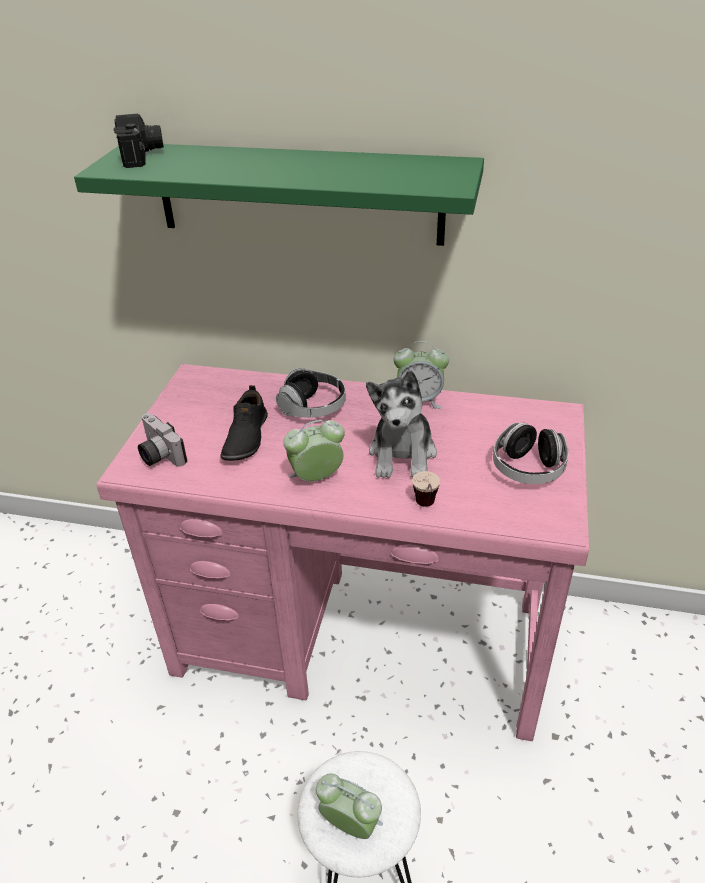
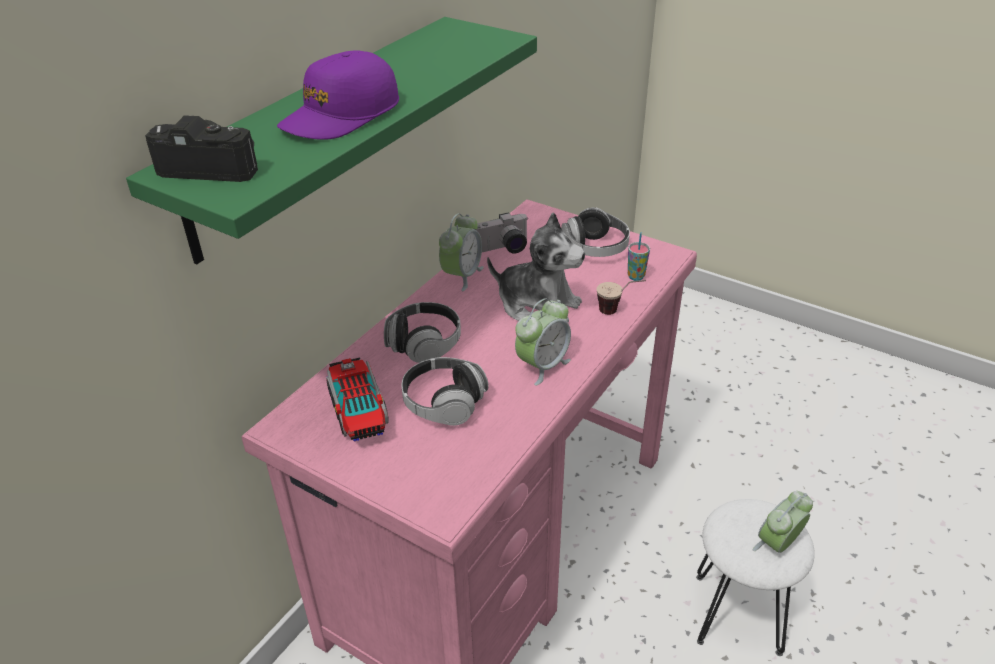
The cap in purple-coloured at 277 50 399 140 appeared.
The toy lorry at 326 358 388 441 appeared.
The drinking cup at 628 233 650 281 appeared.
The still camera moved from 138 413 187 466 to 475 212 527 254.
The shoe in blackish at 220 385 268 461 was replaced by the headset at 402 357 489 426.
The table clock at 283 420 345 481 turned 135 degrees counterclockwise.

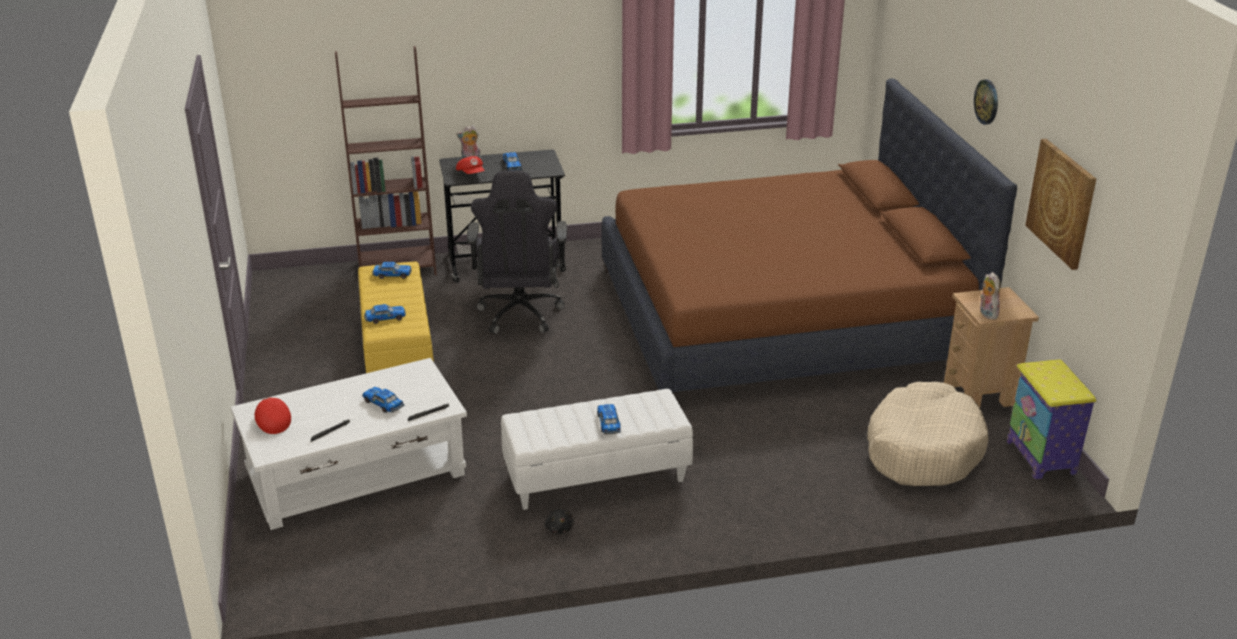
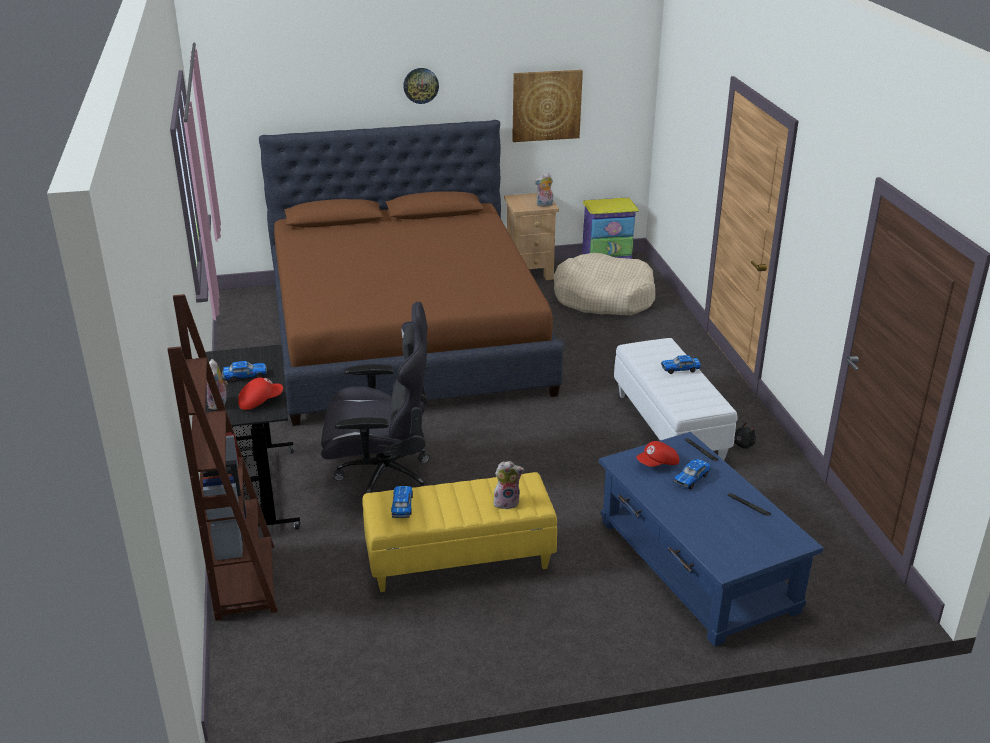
The cap in red moved from 255 397 291 434 to 636 441 679 467.
The miniature car at 364 304 406 324 was replaced by the plush toy at 494 461 524 509.
The low table in whitish at 231 358 467 530 became the low table in blue at 599 432 823 647.

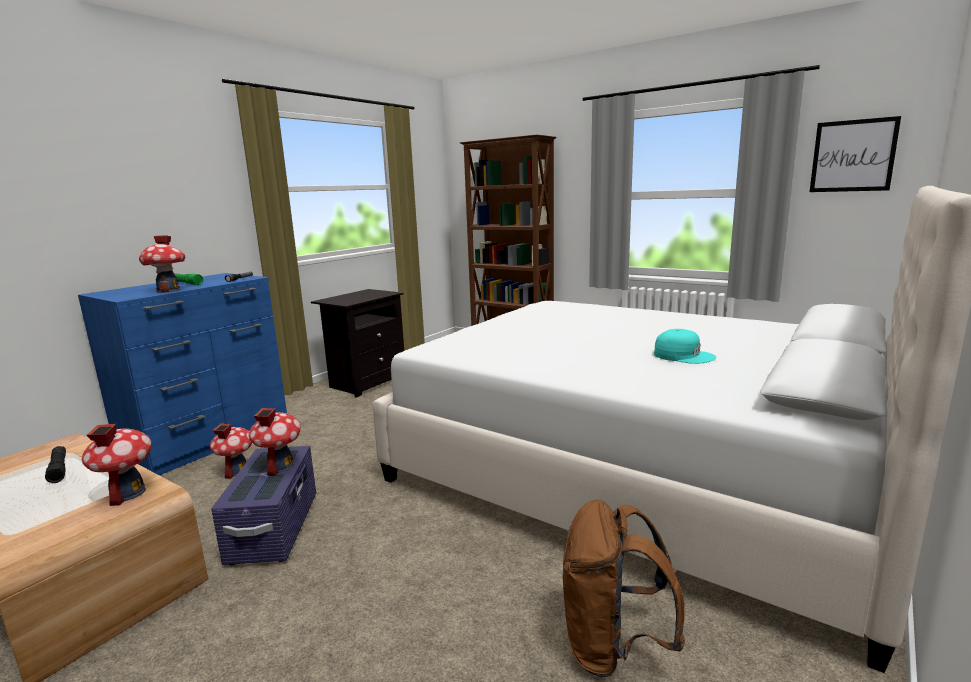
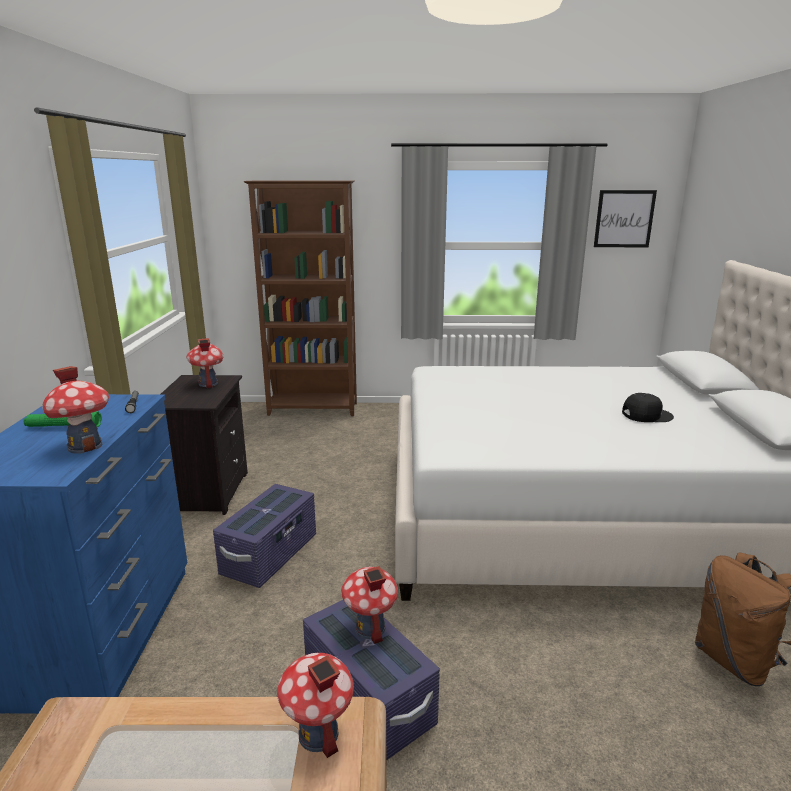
The hand torch in blackish at 45 446 66 483 disappeared.
The storage box in purple-coloured at 213 484 316 588 appeared.
The miniature house moved from 210 424 252 479 to 186 338 223 388.
The cap in turquoise-coloured at 654 329 716 364 became the cap in blackish at 622 393 674 422.

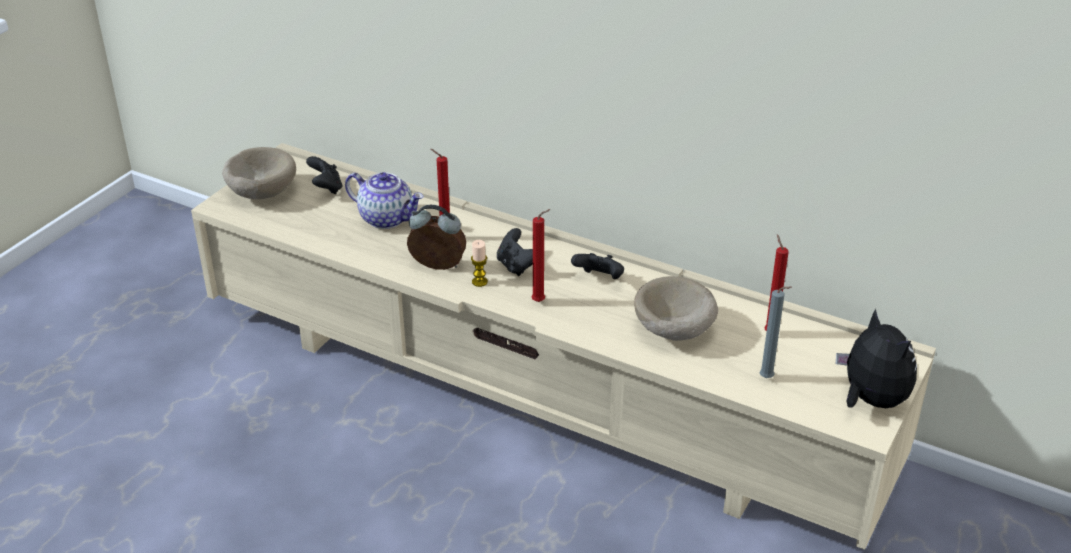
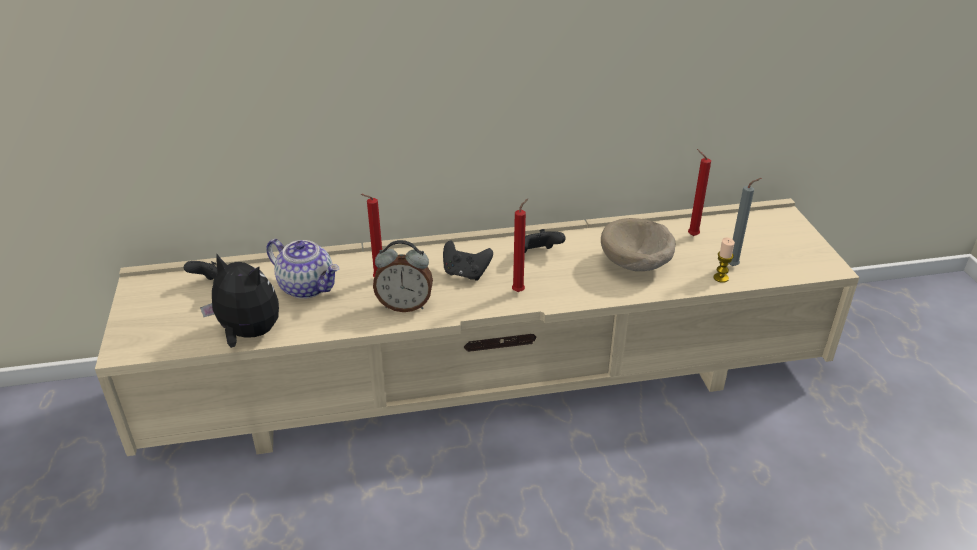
The bowl in beige-coloured at 222 147 296 199 disappeared.
The wax candle moved from 471 240 488 287 to 713 238 735 283.
The plush toy moved from 836 308 917 408 to 200 253 279 348.
The tea pot at 345 172 424 229 turned 45 degrees clockwise.
The table clock at 407 205 466 270 turned 150 degrees counterclockwise.

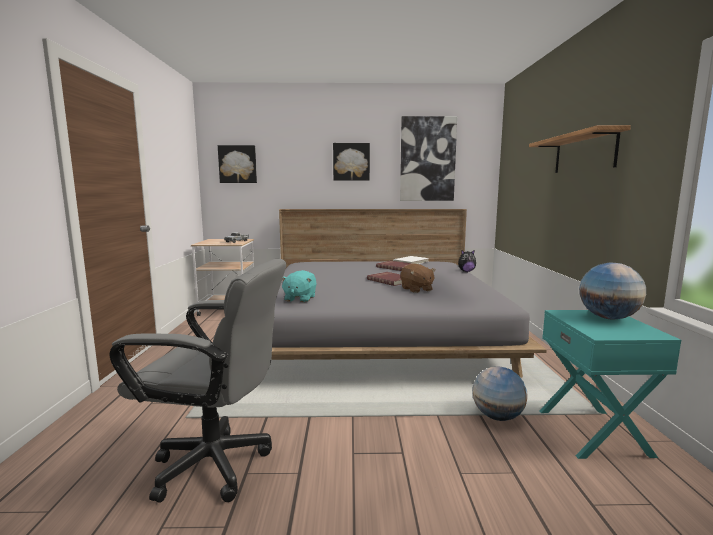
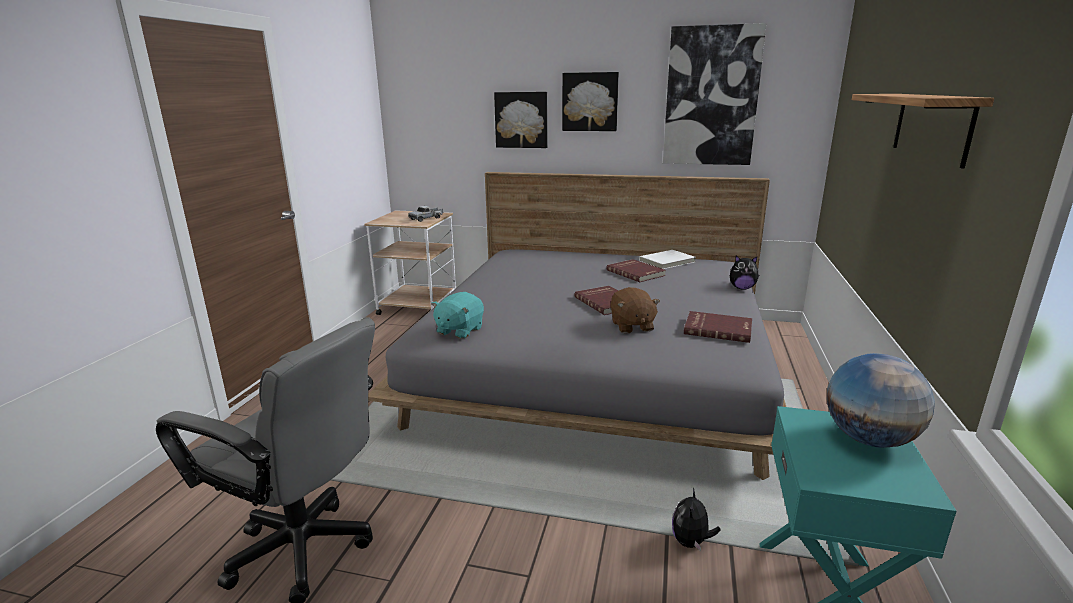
The volume in red at 684 311 752 343 appeared.
The wall art moved from 218 145 257 183 to 494 92 548 148.
The desk globe at 472 366 528 421 was replaced by the plush toy at 672 488 721 551.

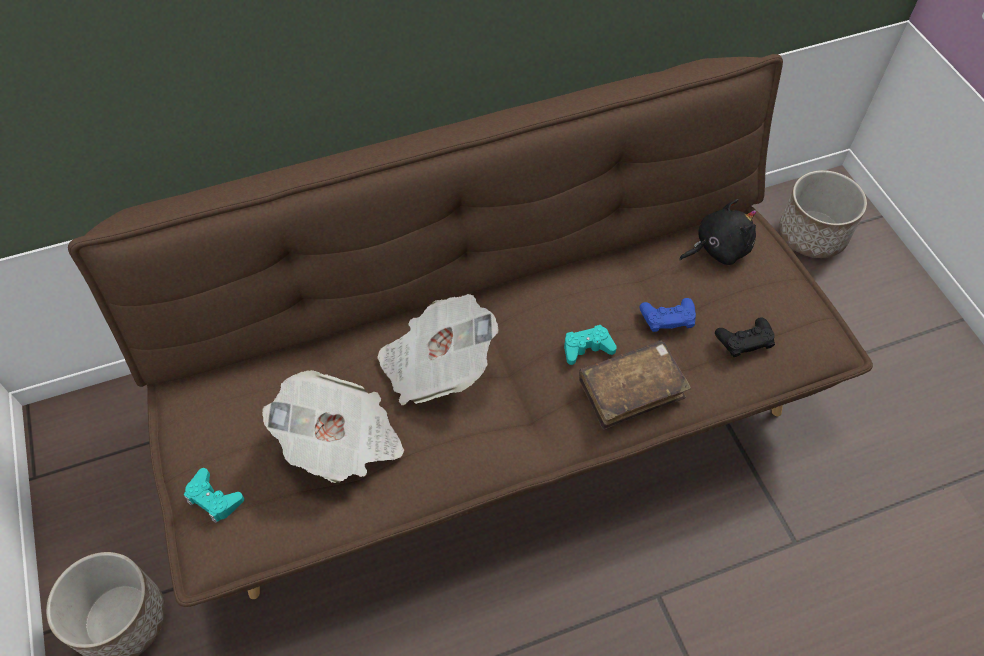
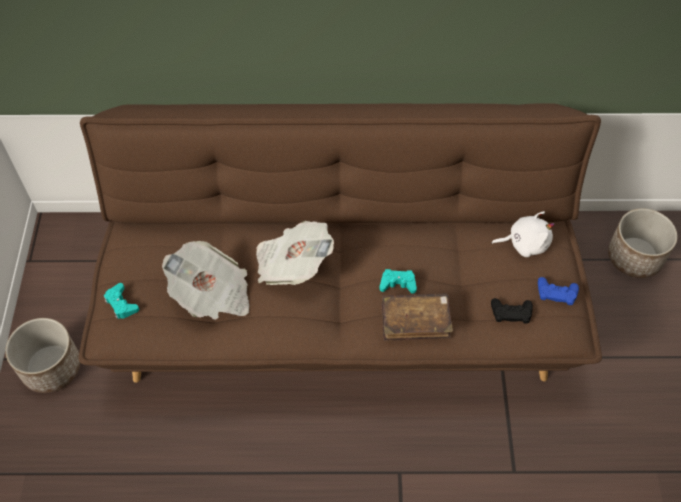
The joypad in blue moved from 639 298 696 332 to 538 277 579 305.
The plush toy in blackish at 679 199 756 265 became the plush toy in whitish at 491 211 555 257.

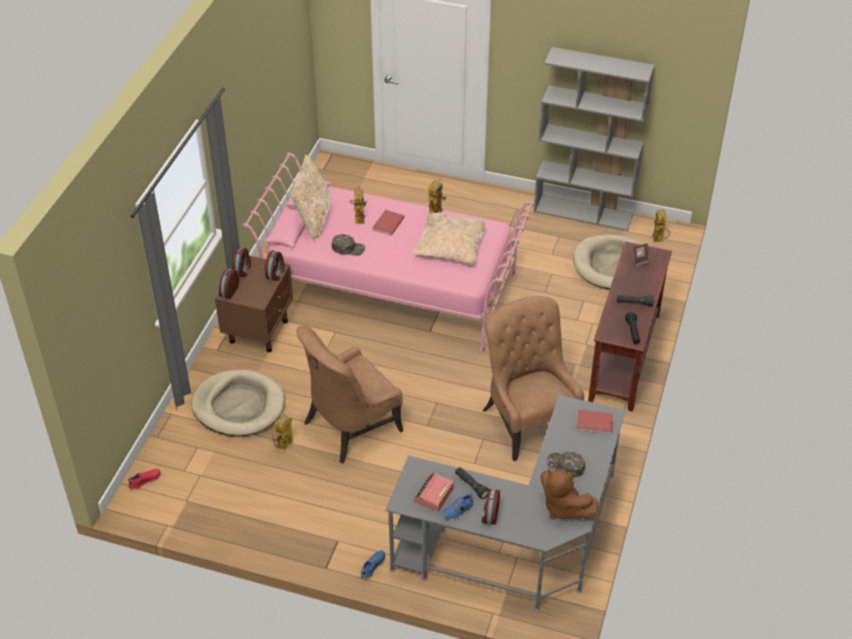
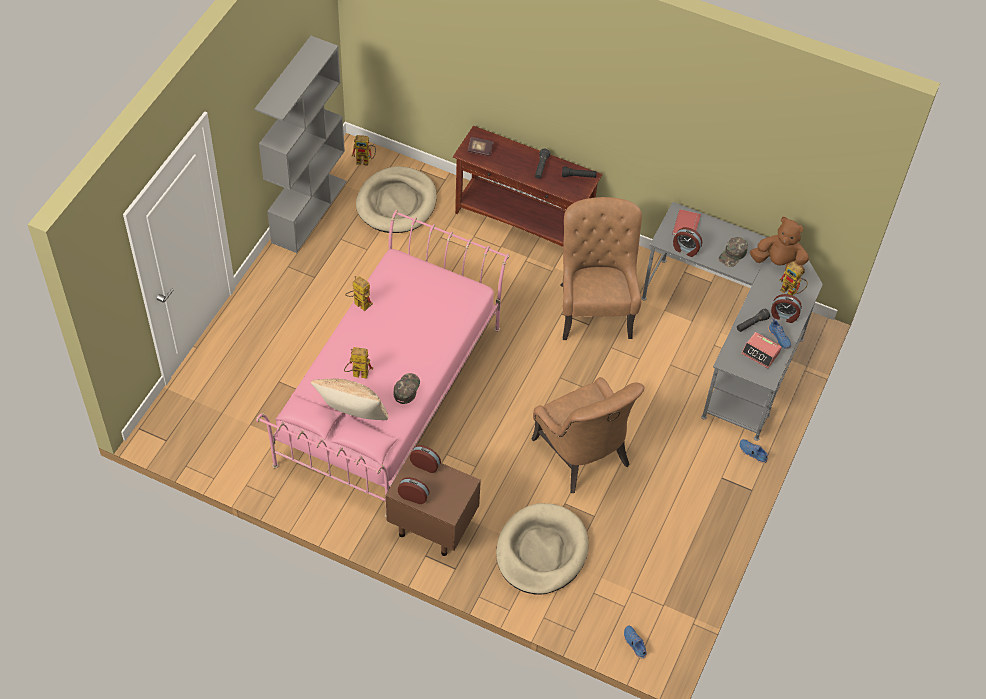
The volume in red at 372 210 405 236 disappeared.
The cushion in beige-coloured at 414 212 487 265 disappeared.
The table clock moved from 219 268 239 299 to 673 227 702 257.
The model robot moved from 272 414 293 451 to 779 262 808 296.
The shoe in red at 128 469 161 490 became the shoe in blue at 624 626 647 658.
The upright chair in brown at 482 296 584 461 turned 105 degrees clockwise.
The plush toy in brown at 540 469 598 519 turned 120 degrees counterclockwise.

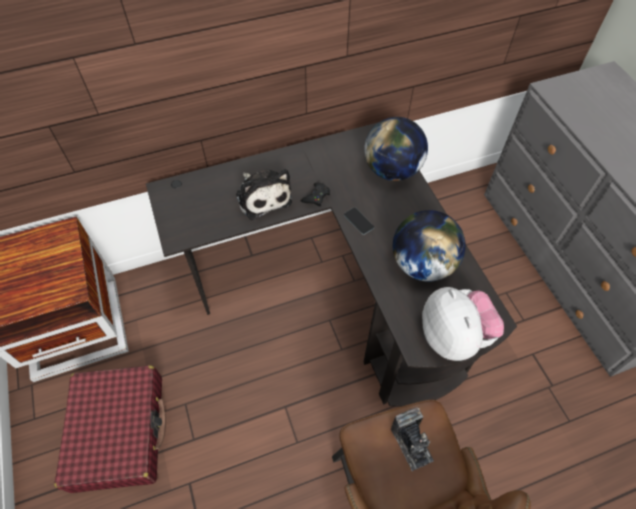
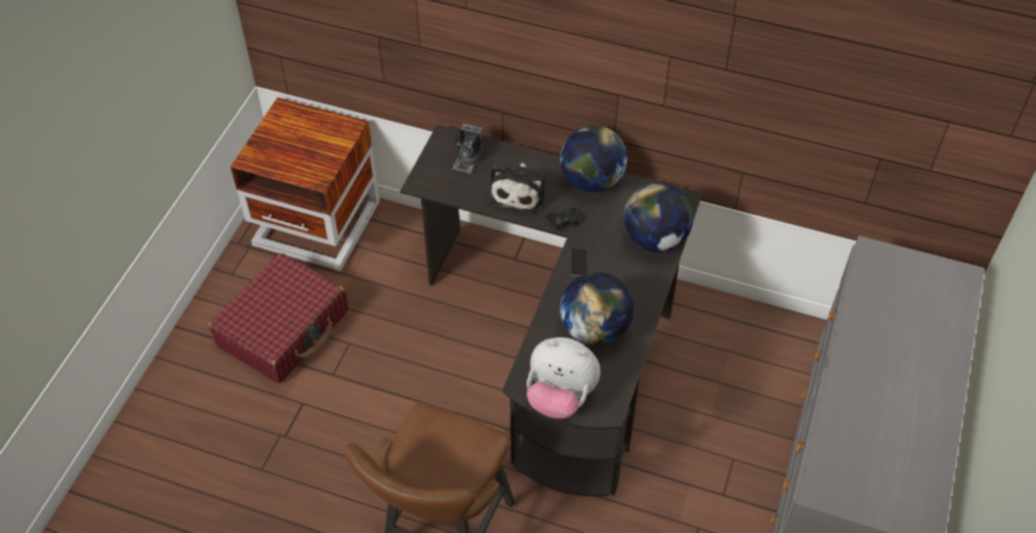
The desk globe at 560 125 627 192 appeared.
The still camera moved from 391 407 434 472 to 452 123 483 173.
The plush toy at 422 287 504 361 turned 90 degrees clockwise.

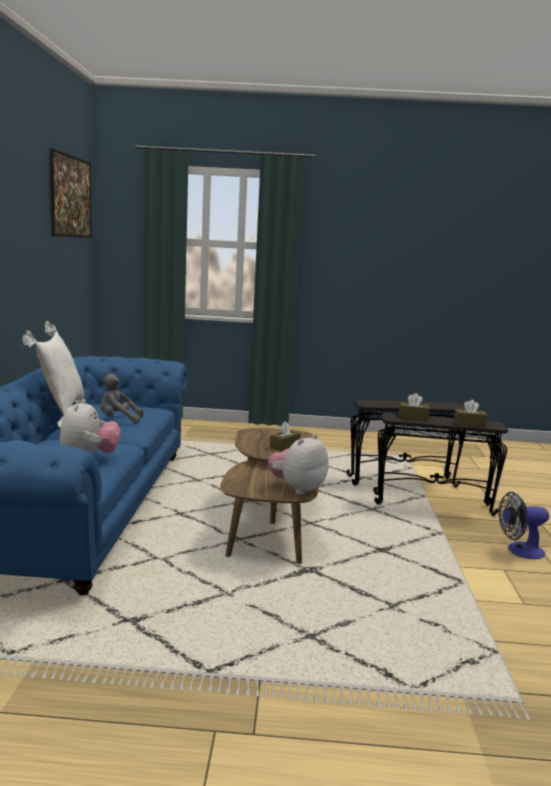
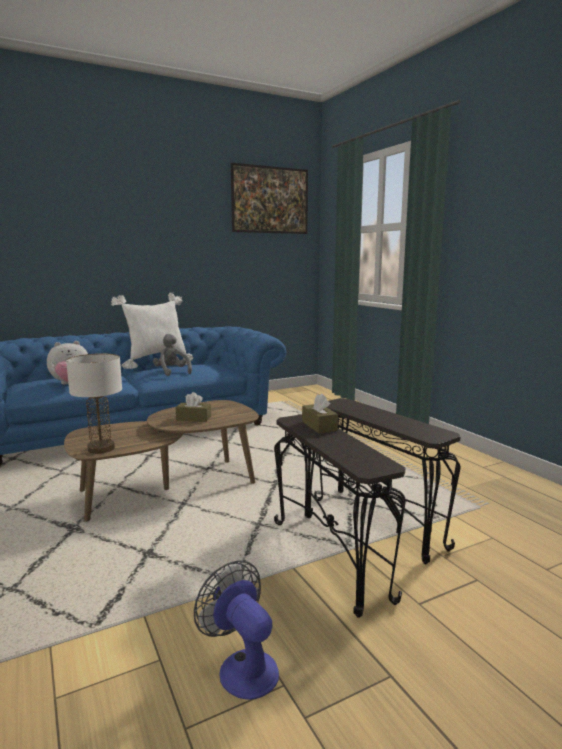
The tissue holder in brown at 454 400 487 427 disappeared.
The plush toy at 268 434 328 495 was replaced by the lamp for a table at 66 354 122 454.

